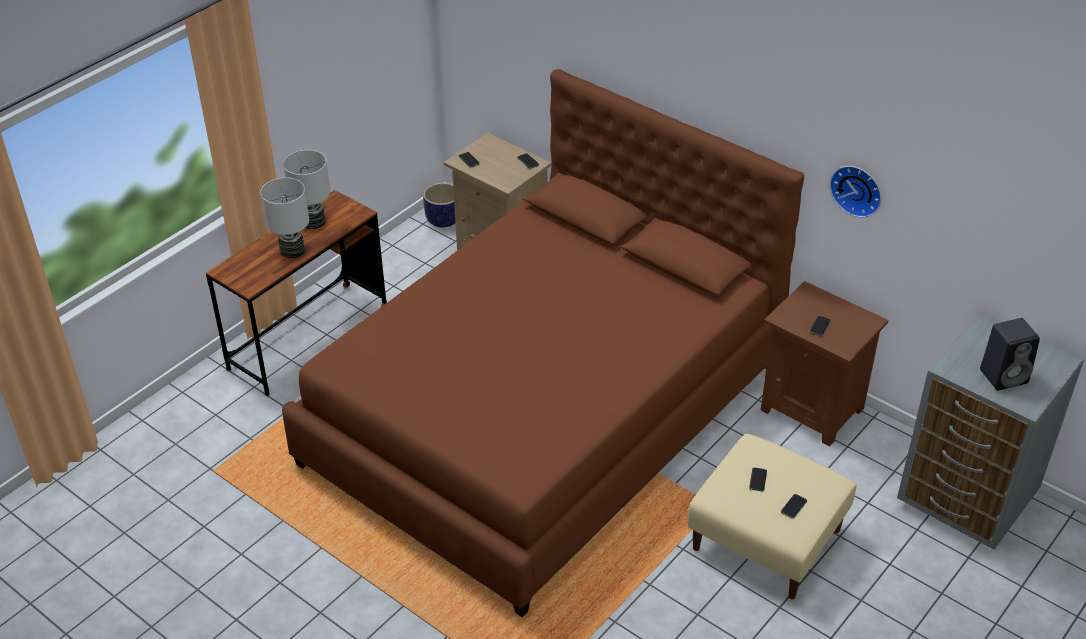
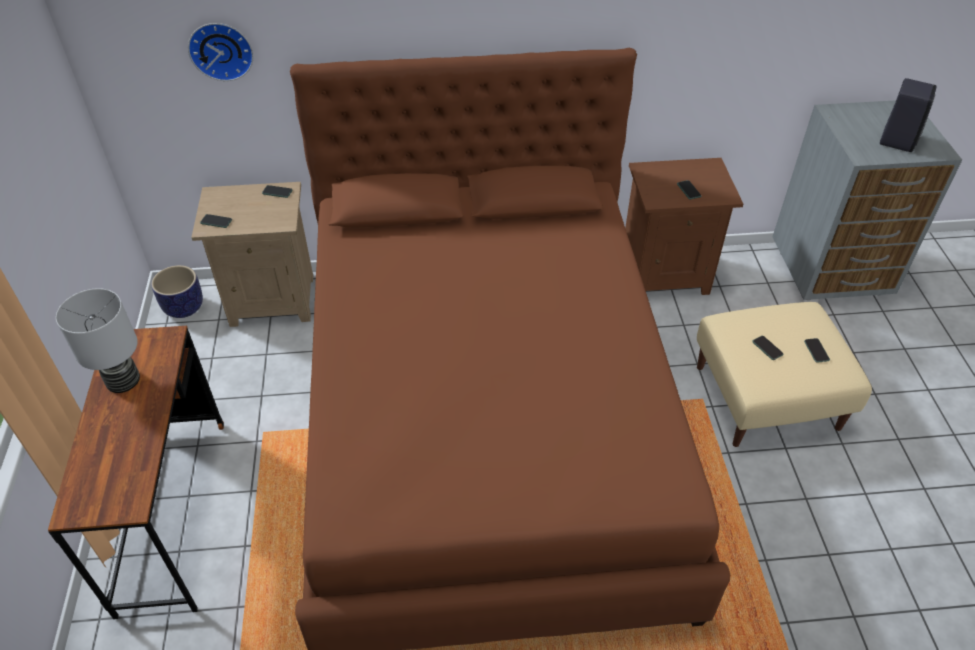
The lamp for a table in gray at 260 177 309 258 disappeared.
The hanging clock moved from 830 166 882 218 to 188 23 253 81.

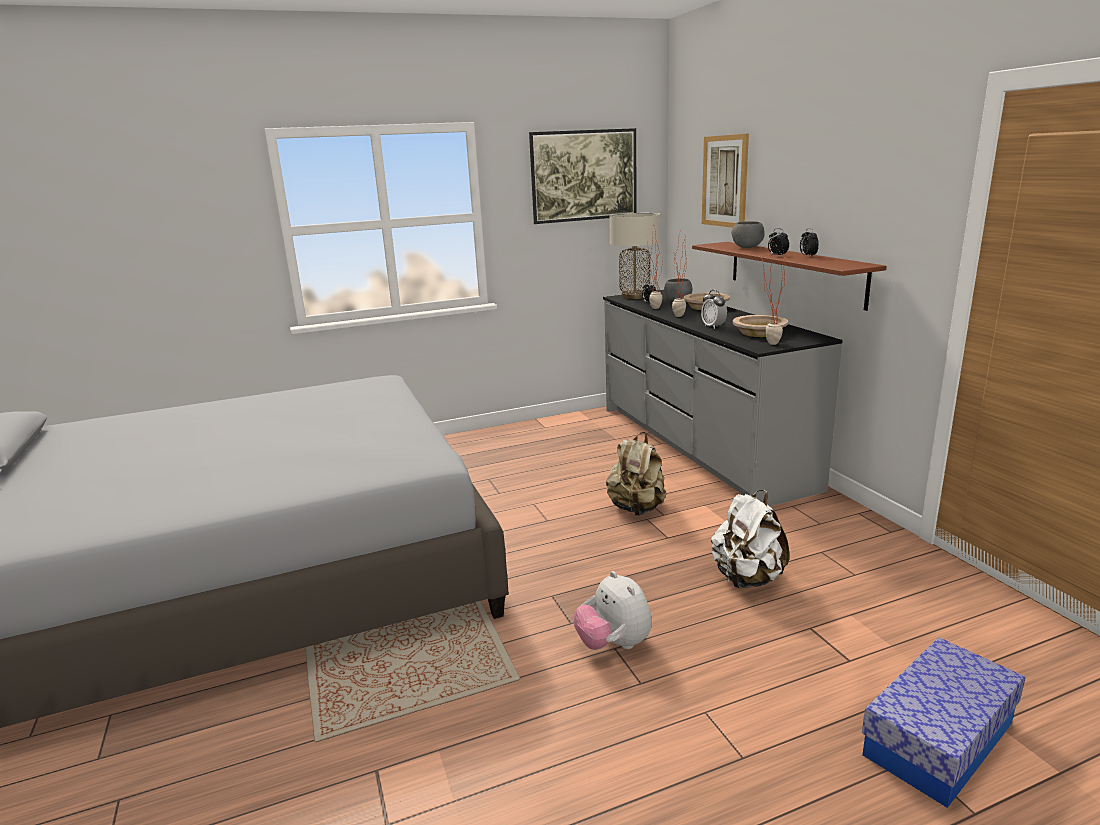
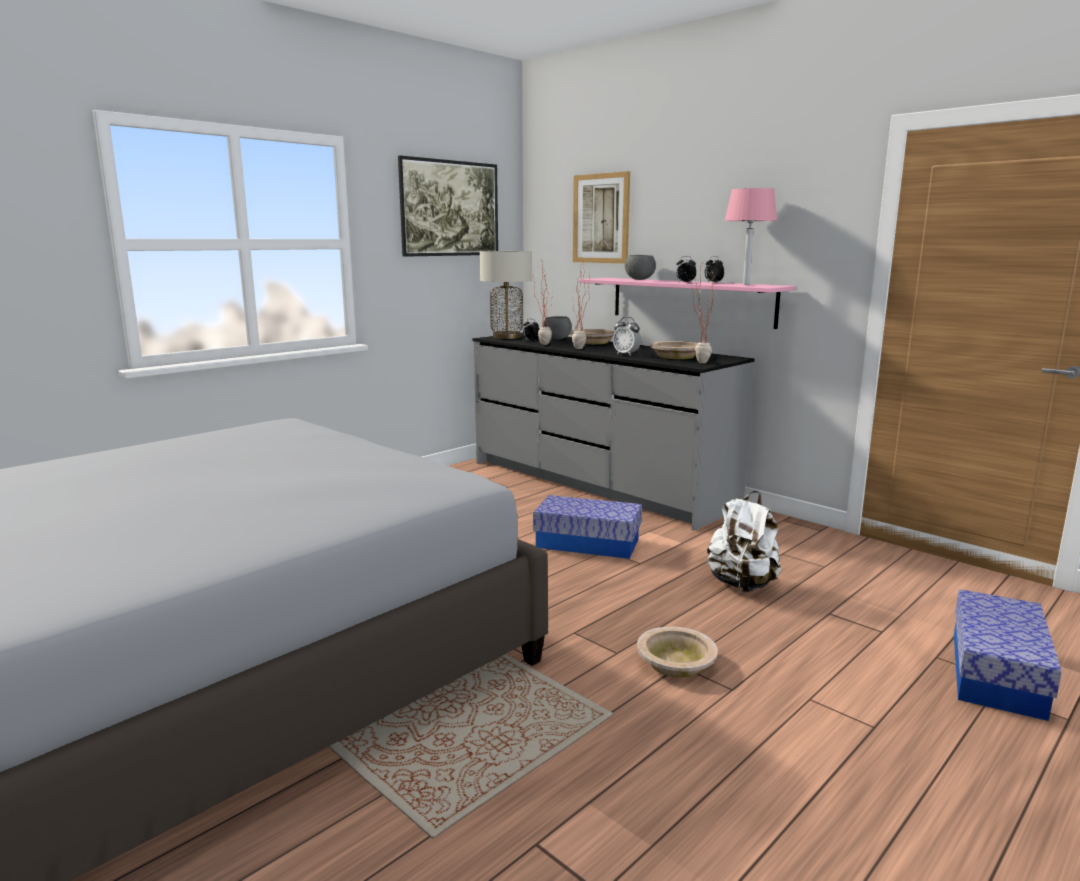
The lamp for a table in pinkish at 725 188 777 285 appeared.
The plush toy at 574 571 652 650 was replaced by the bowl in beige-coloured at 637 626 718 678.
The rucksack in beige-coloured at 606 432 667 515 was replaced by the storage box at 533 495 642 559.
The shelf in brown at 692 242 886 311 became the shelf in pinkish at 579 278 796 329.

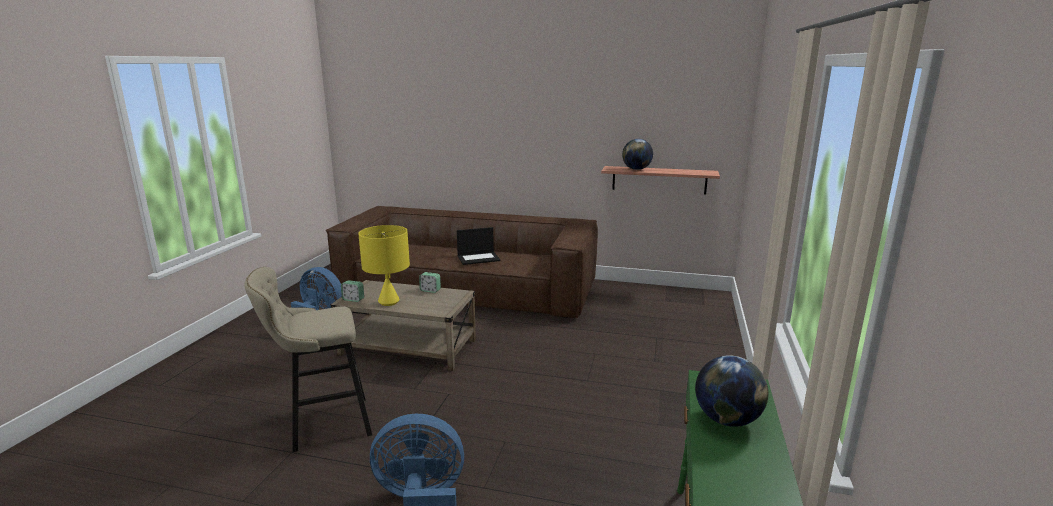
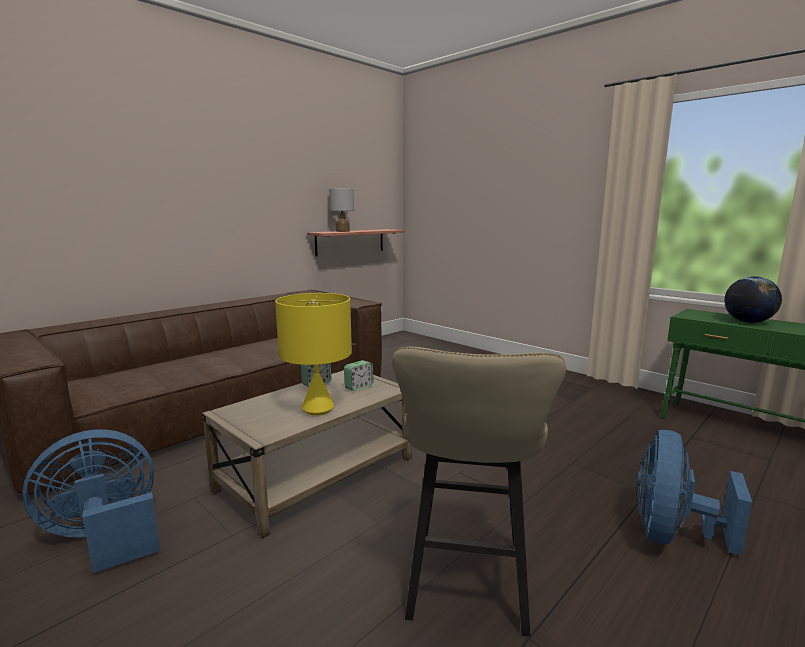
The notebook computer at 457 227 501 265 disappeared.
The table clock moved from 341 280 364 302 to 344 360 374 391.
The desk globe at 622 139 653 170 was replaced by the lamp for a table in gray at 329 188 354 232.

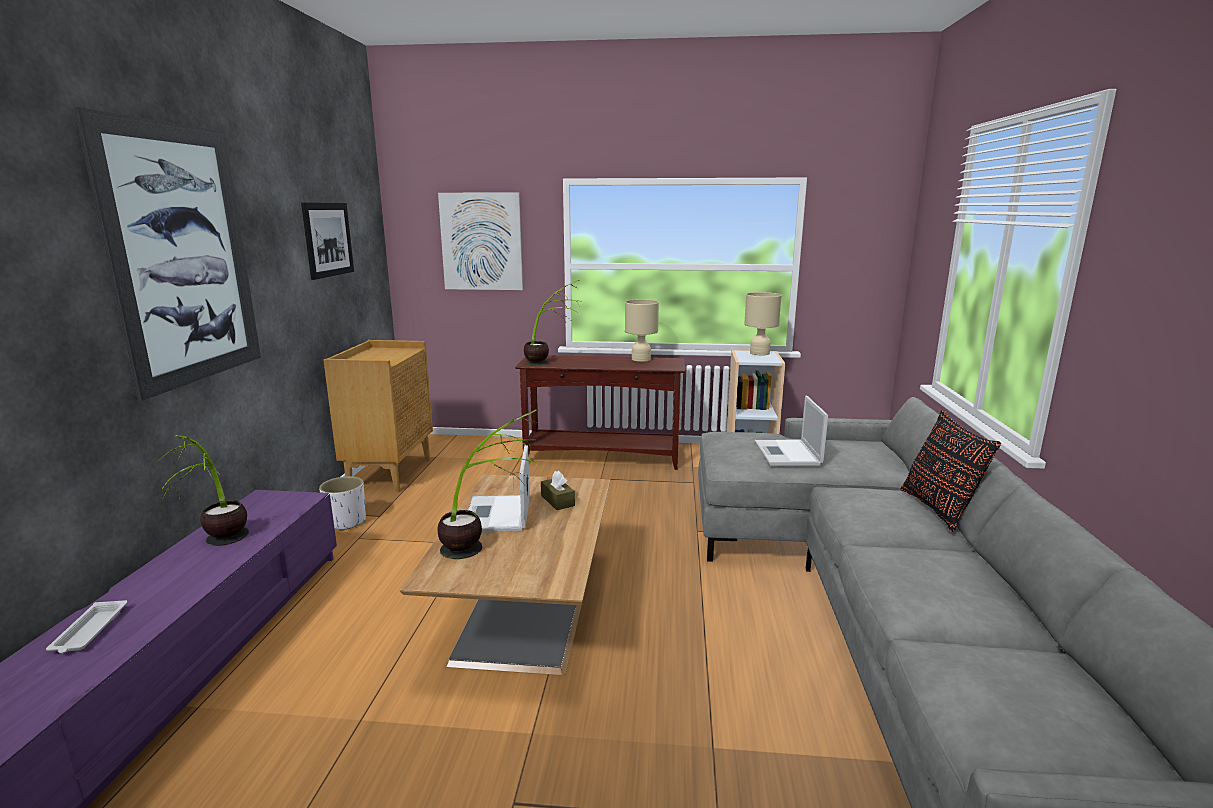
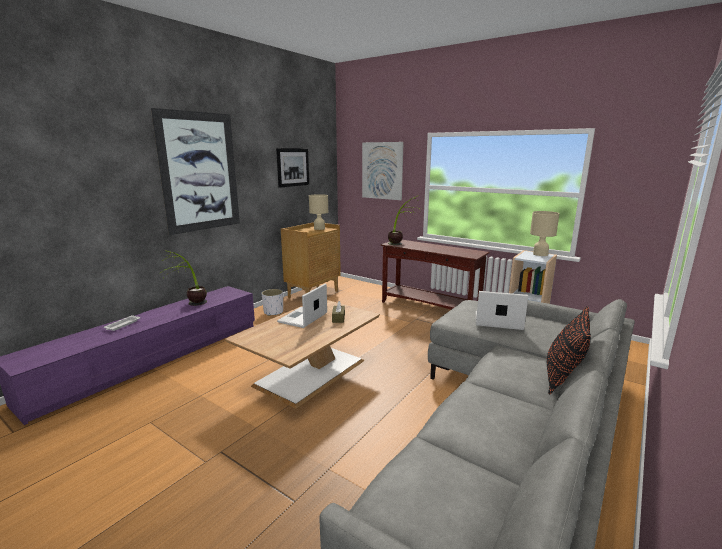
The houseplant at 438 409 542 559 disappeared.
The lamp for a table in beige-coloured moved from 625 299 659 362 to 309 194 328 230.
The notebook computer at 755 395 828 466 turned 75 degrees clockwise.

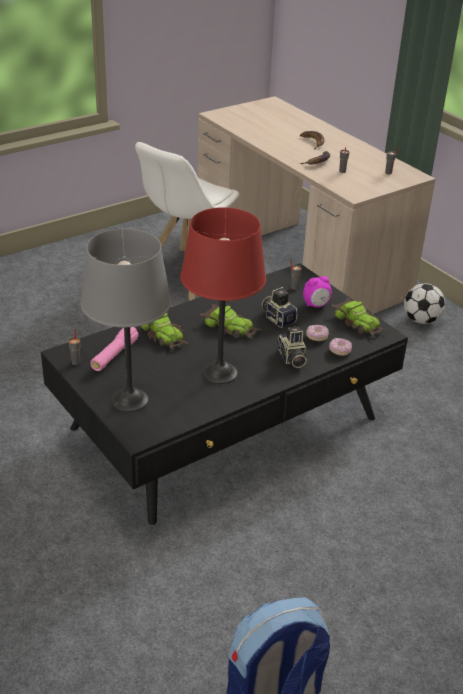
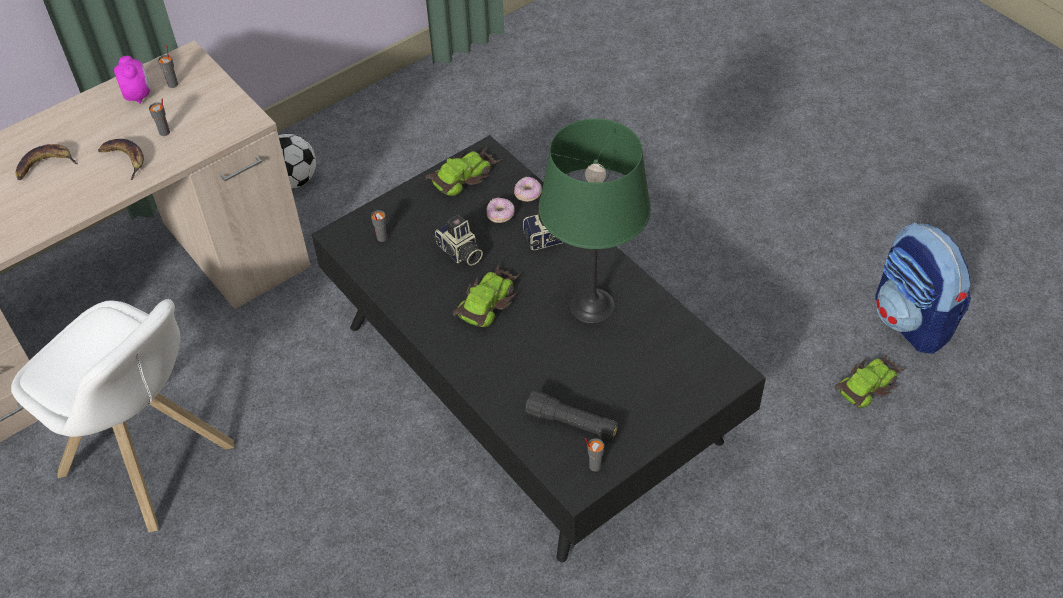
The lamp for a table in gray at 80 229 171 412 disappeared.
The miniature car moved from 141 313 190 350 to 834 354 906 408.
The table clock moved from 303 276 332 308 to 114 56 151 104.
The hand torch in pinkish at 90 327 139 371 became the hand torch in blackish at 525 391 619 440.
The lamp for a table in red at 180 207 266 384 became the lamp for a table in green-coloured at 539 118 651 324.
The still camera at 262 287 299 328 turned 90 degrees counterclockwise.

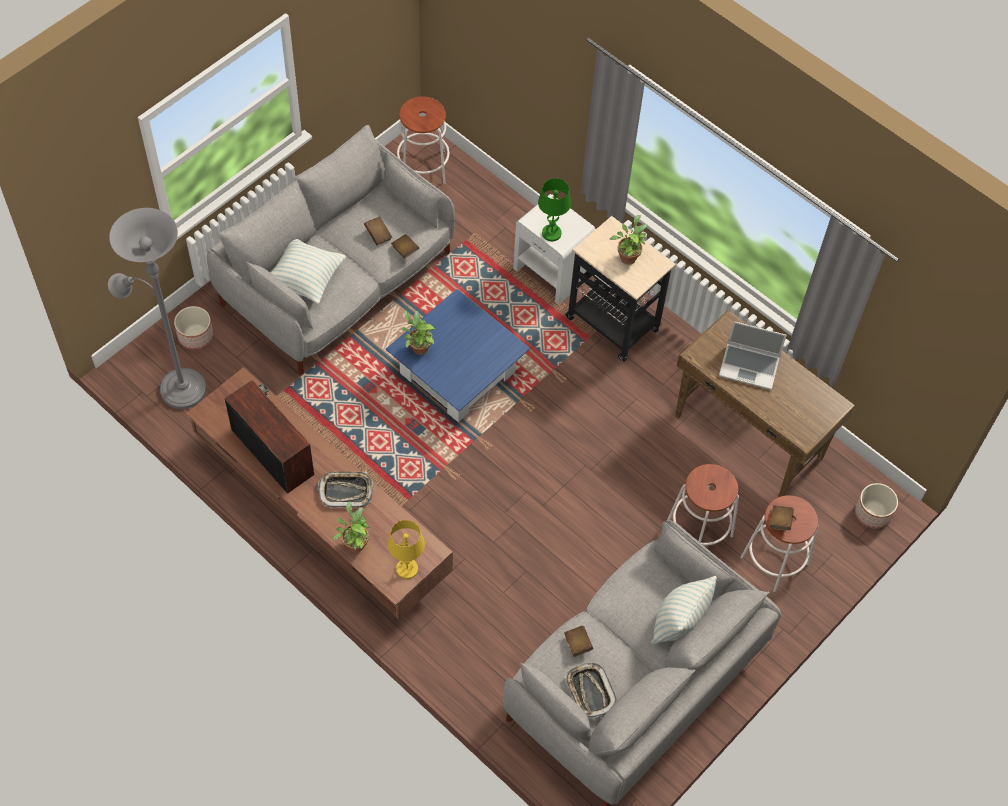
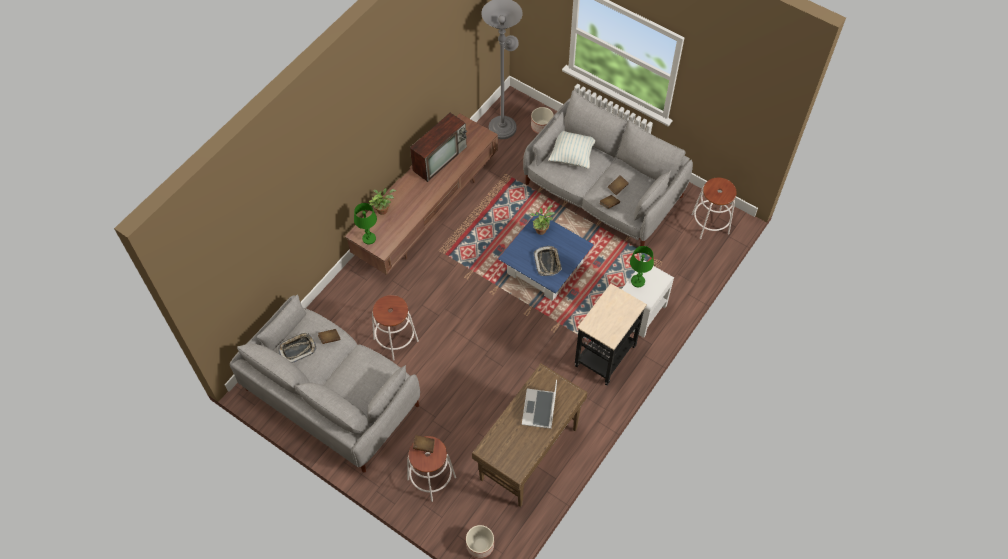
The houseplant at 609 215 648 265 disappeared.
The cushion at 651 576 717 645 disappeared.
The serving tray moved from 317 472 373 507 to 534 246 562 276.
The stool seat in whitish moved from 666 464 739 546 to 372 295 419 361.
The lamp for a table in yellowish at 388 520 425 579 became the lamp for a table in green-coloured at 354 203 377 244.

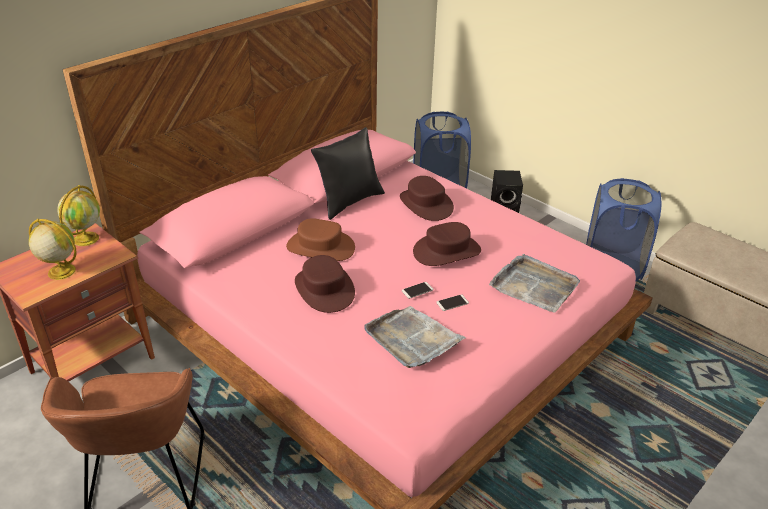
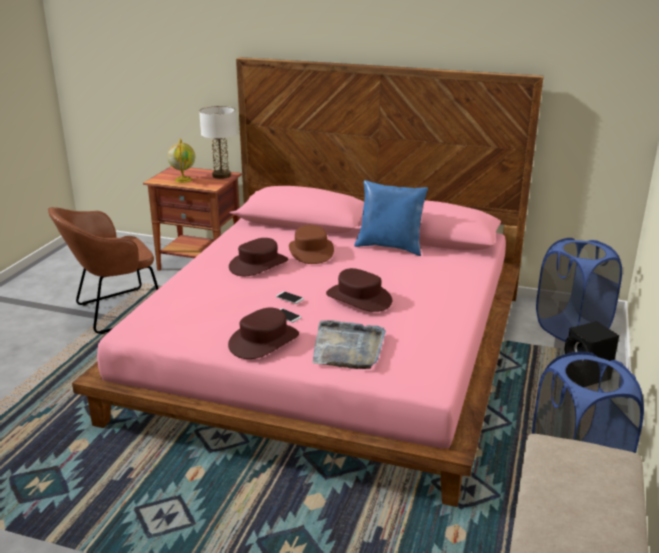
The serving tray in gray at 364 306 466 368 disappeared.
The clothing hat in brown moved from 400 176 454 221 to 228 308 299 359.
The desk globe at 57 185 100 246 was replaced by the lamp for a table at 199 106 237 179.
The cushion in blackish at 311 127 385 220 became the cushion in blue at 354 180 428 256.

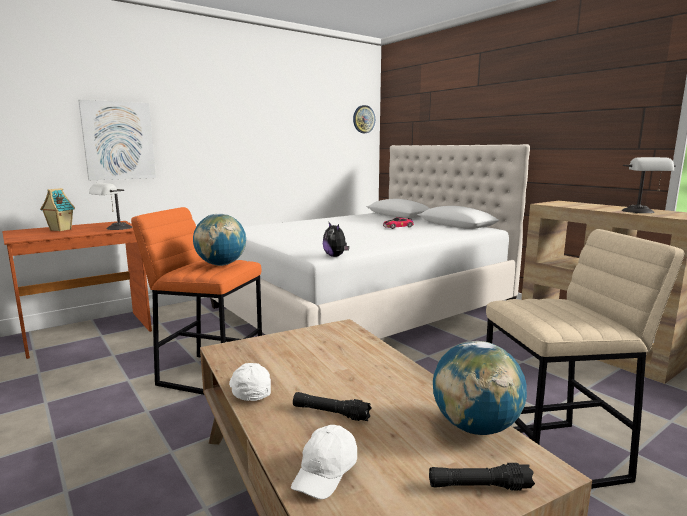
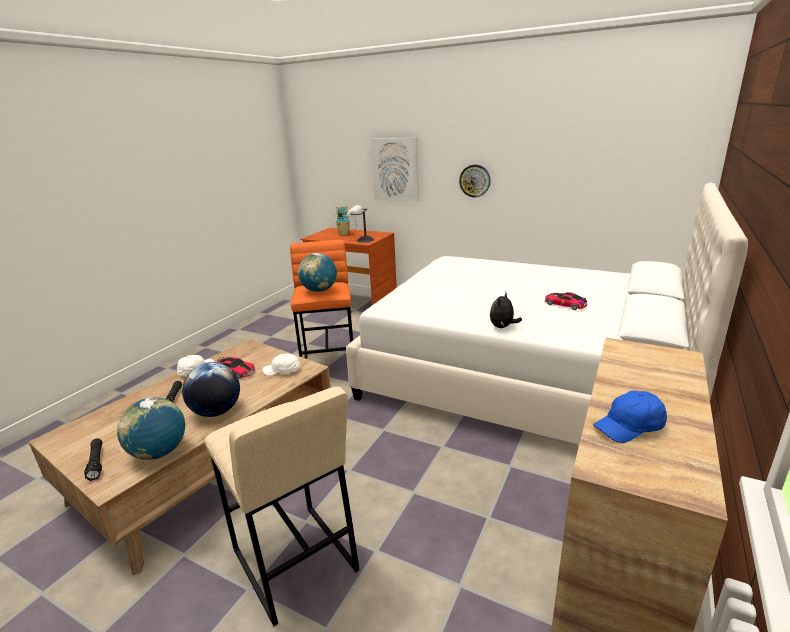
The desk globe at 182 362 240 417 appeared.
The miniature car at 217 357 255 379 appeared.
The cap in whitish moved from 291 425 357 499 to 263 354 300 376.
The plush toy moved from 323 221 349 257 to 490 292 522 328.
The hanging clock moved from 353 105 375 133 to 459 164 491 197.
The lamp for a table at 622 157 676 213 was replaced by the cap in blue at 593 390 667 443.

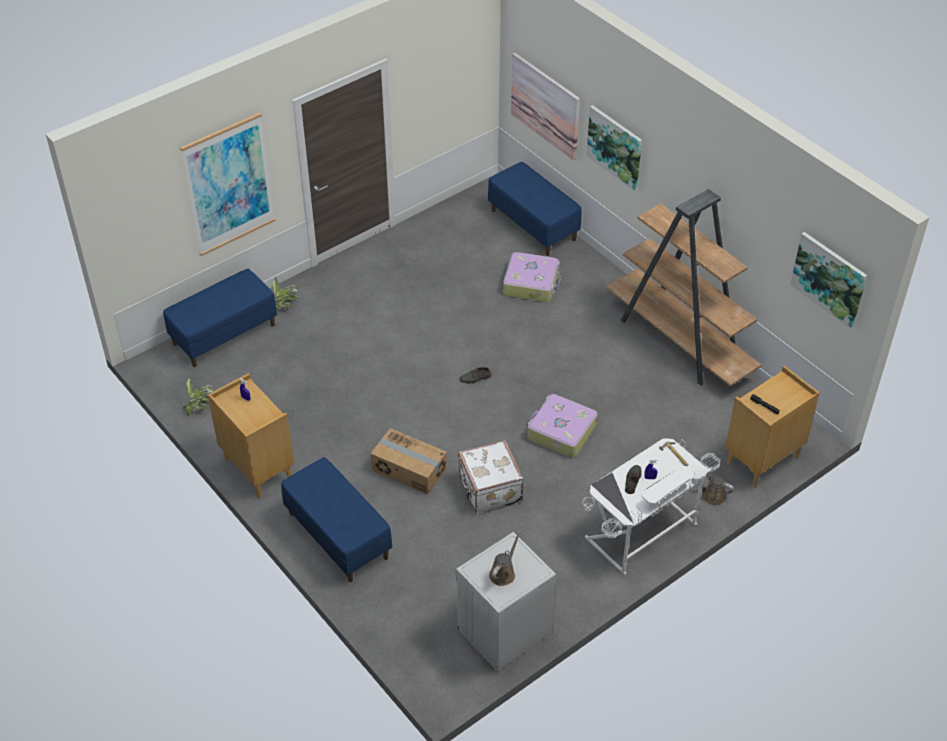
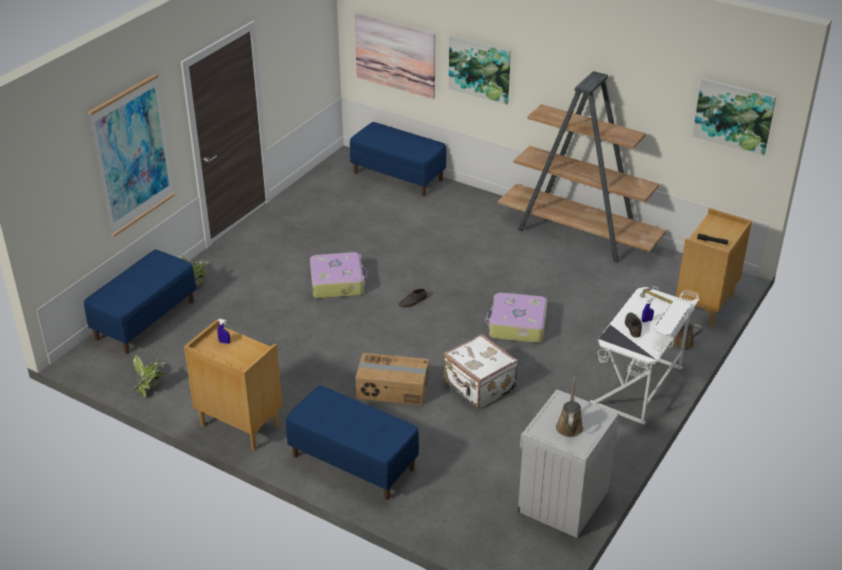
The travel case moved from 503 252 562 302 to 310 252 367 299.

